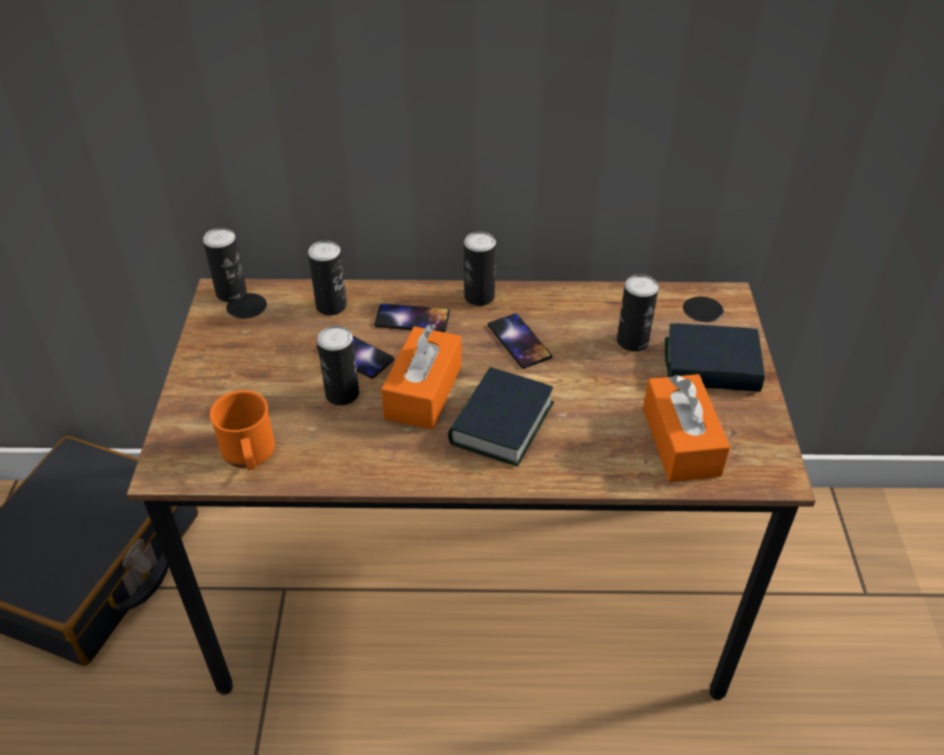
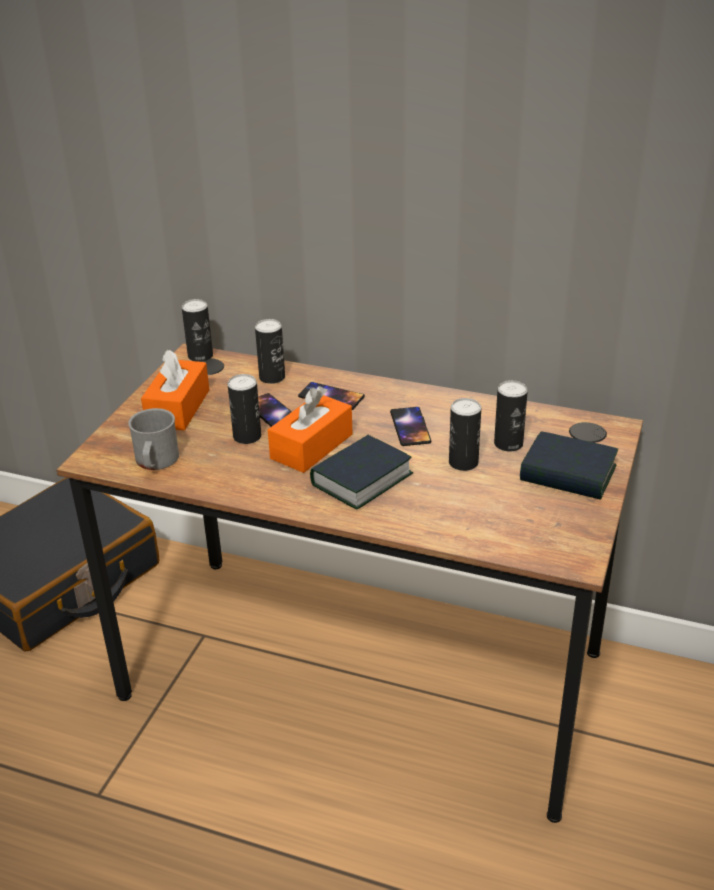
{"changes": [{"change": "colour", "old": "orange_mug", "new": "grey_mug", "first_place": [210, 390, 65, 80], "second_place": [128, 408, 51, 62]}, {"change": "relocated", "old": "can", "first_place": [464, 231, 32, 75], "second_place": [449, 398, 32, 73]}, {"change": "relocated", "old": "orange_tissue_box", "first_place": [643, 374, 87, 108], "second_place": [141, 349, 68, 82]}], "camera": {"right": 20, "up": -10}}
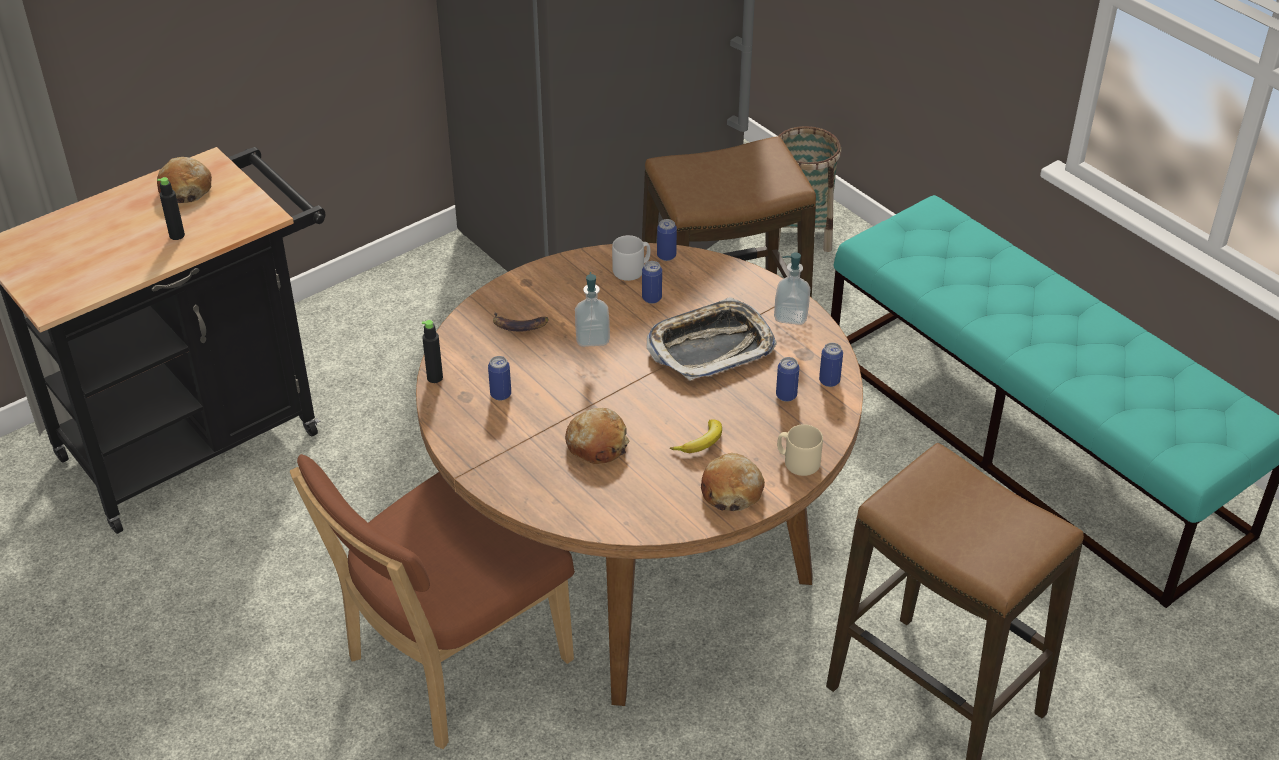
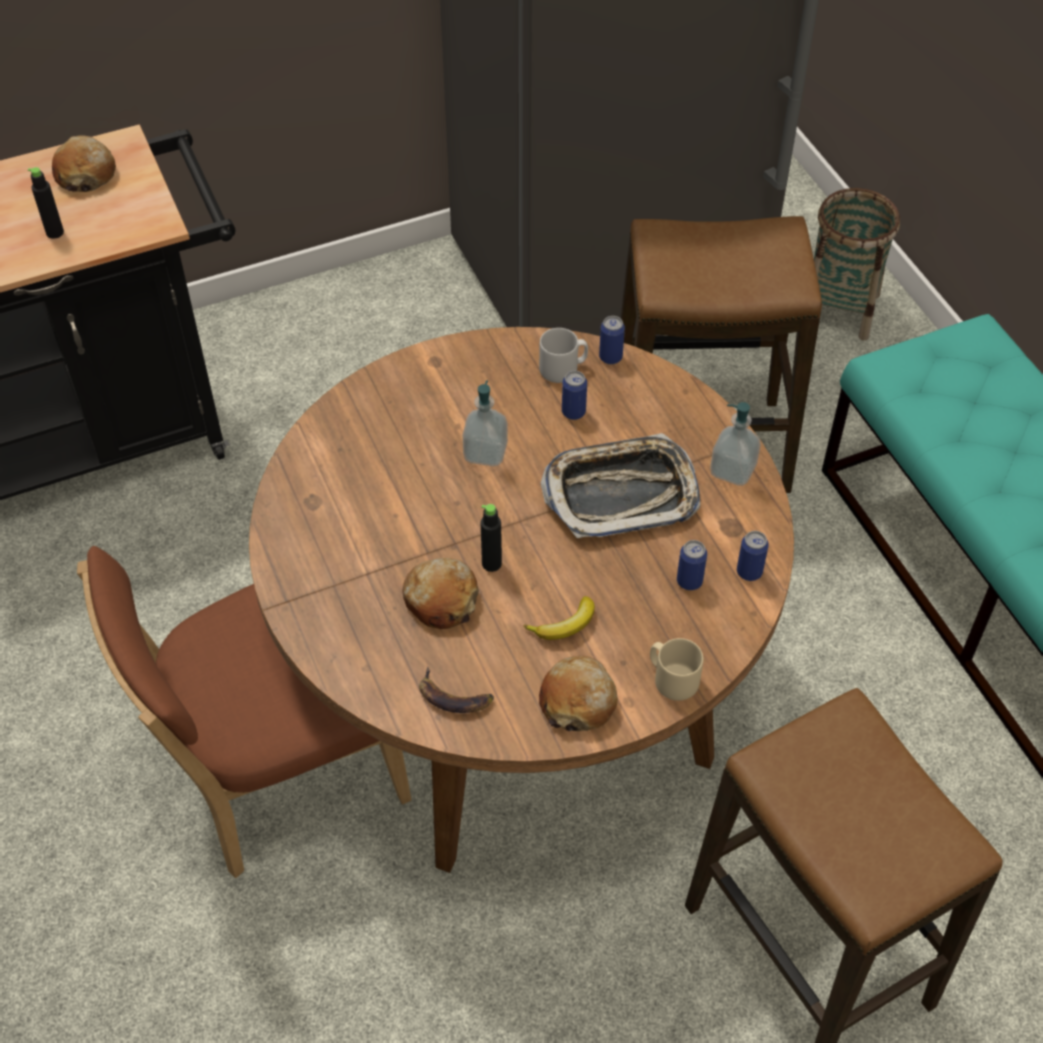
{"changes": [{"change": "relocated", "old": "black_bottle", "first_place": [422, 320, 21, 63], "second_place": [481, 504, 21, 68]}, {"change": "missing", "old": "can", "first_place": [488, 356, 23, 45]}, {"change": "relocated", "old": "banana", "first_place": [493, 312, 55, 20], "second_place": [419, 666, 75, 47]}], "camera": {"right": 15, "up": 10}}
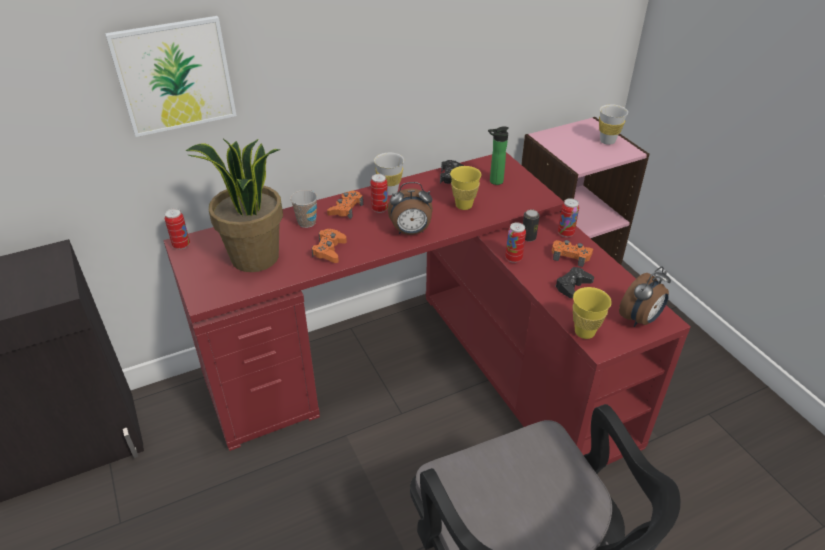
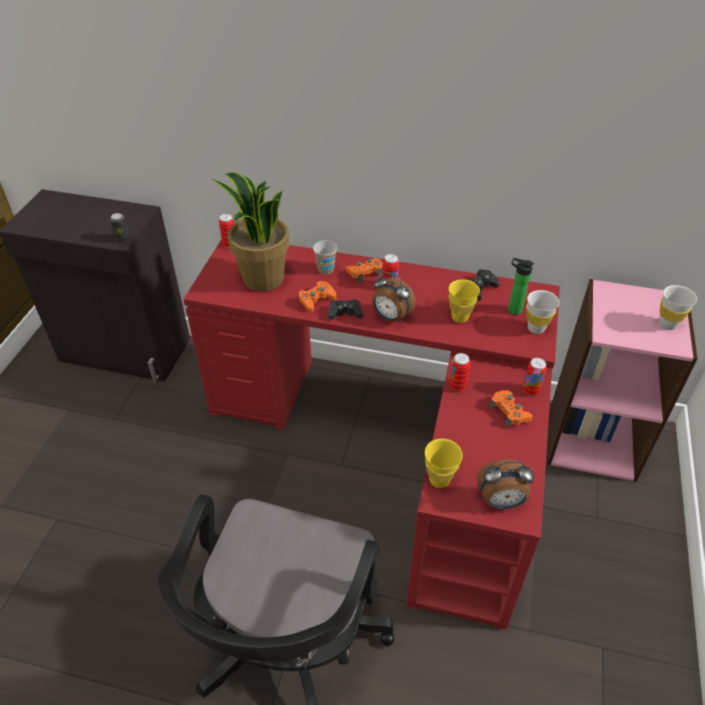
{"changes": [{"change": "missing", "old": "picture", "first_place": [105, 16, 132, 121]}, {"change": "relocated", "old": "white_cup", "first_place": [374, 153, 30, 43], "second_place": [527, 290, 33, 44]}, {"change": "relocated", "old": "can", "first_place": [523, 209, 17, 33], "second_place": [110, 213, 20, 30]}, {"change": "relocated", "old": "black_game_controller", "first_place": [555, 267, 39, 31], "second_place": [328, 299, 35, 21]}], "camera": {"right": 40, "up": 5}}
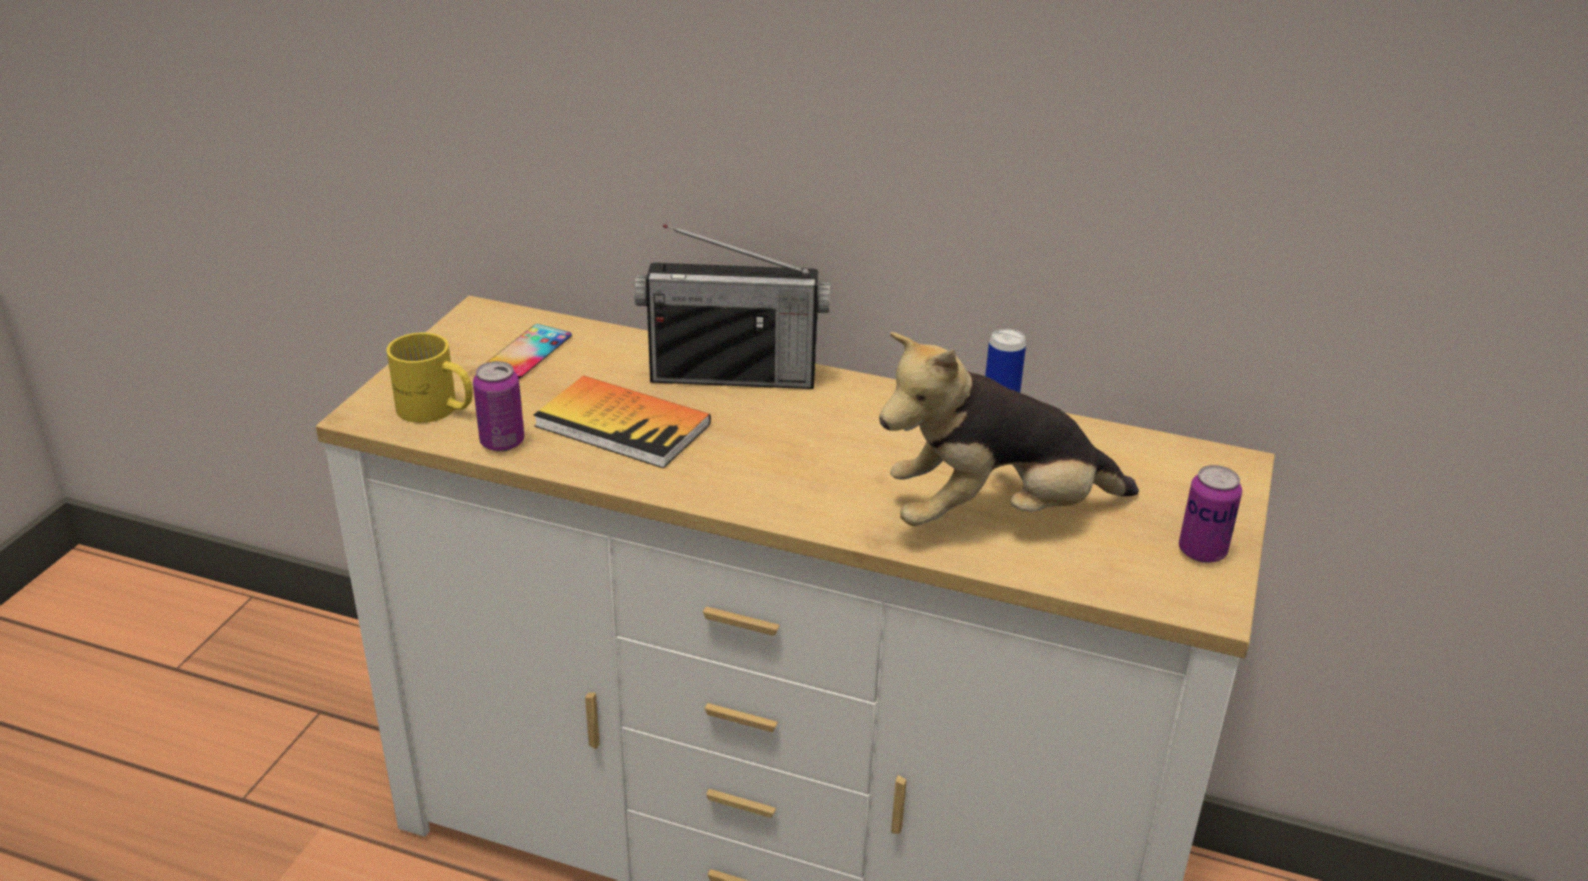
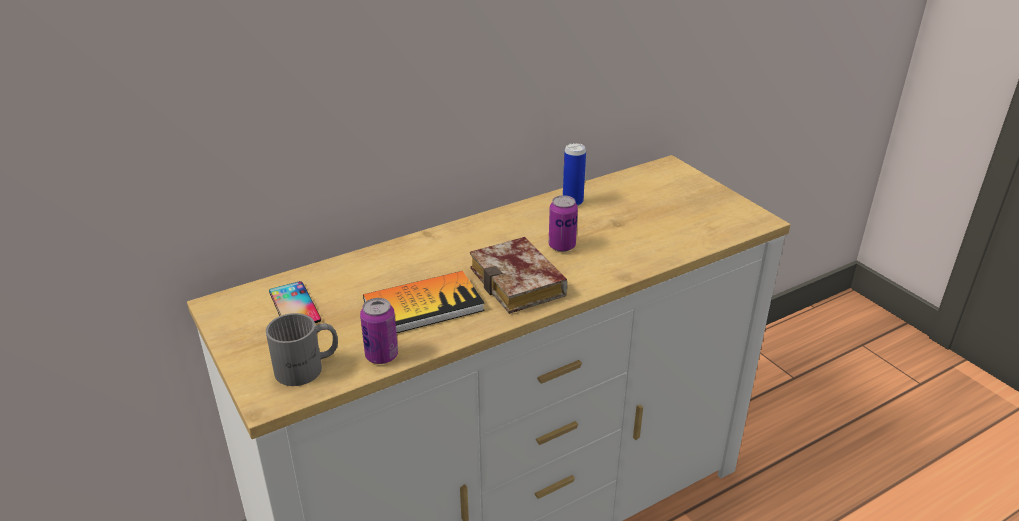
{"changes": [{"change": "colour", "old": "yellow_mug", "new": "grey_mug", "first_place": [387, 332, 86, 91], "second_place": [266, 313, 72, 73]}, {"change": "missing", "old": "radio", "first_place": [634, 224, 196, 165]}, {"change": "missing", "old": "plush_toy", "first_place": [879, 332, 260, 194]}, {"change": "relocated", "old": "can", "first_place": [1179, 465, 63, 98], "second_place": [549, 195, 29, 57]}, {"change": "appeared", "new": "book", "second_place": [470, 237, 97, 77]}], "camera": {"right": -50, "up": 0}}
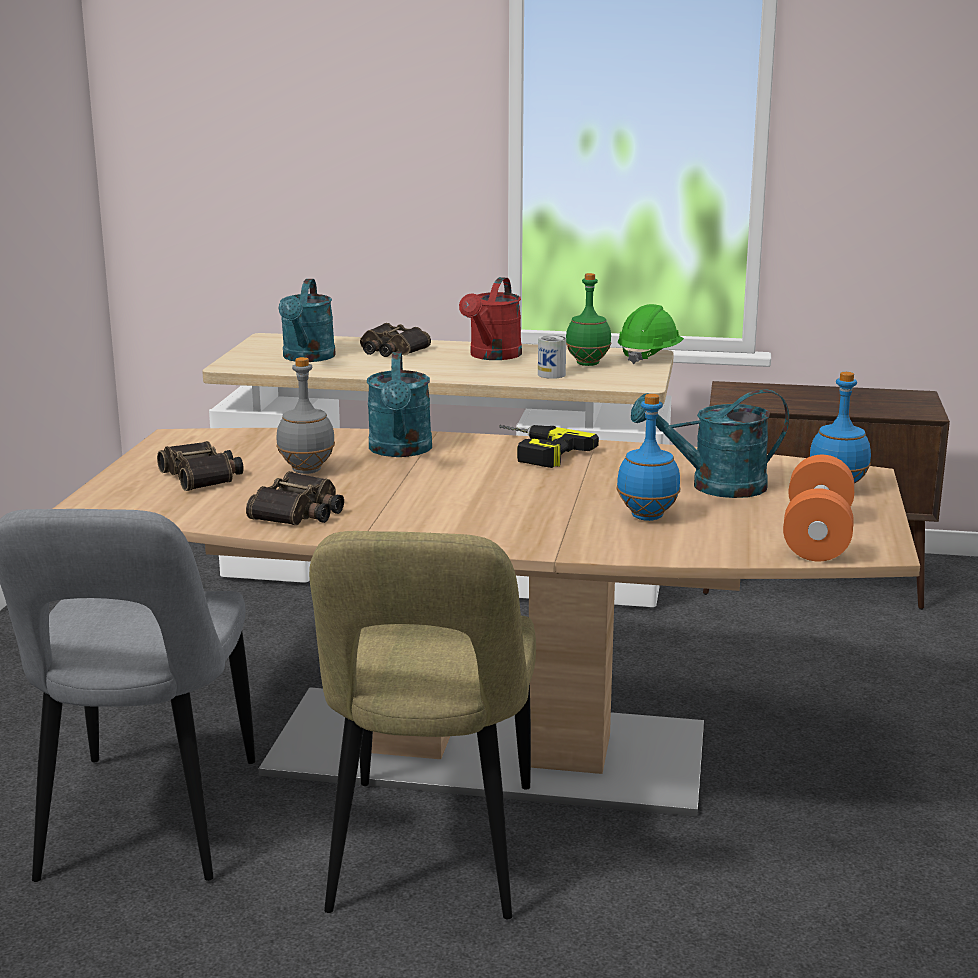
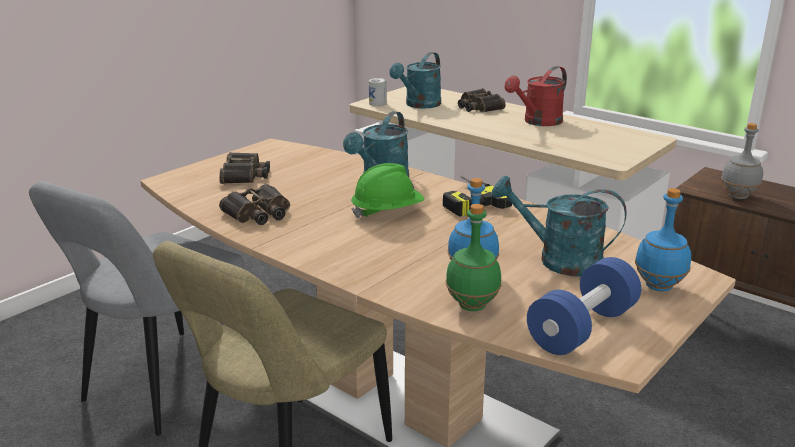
{"changes": [{"change": "relocated", "old": "grey_bottle", "first_place": [276, 357, 59, 117], "second_place": [721, 123, 42, 76]}, {"change": "relocated", "old": "can", "first_place": [538, 335, 28, 44], "second_place": [369, 78, 18, 28]}, {"change": "relocated", "old": "green_bottle", "first_place": [566, 273, 45, 93], "second_place": [446, 204, 55, 107]}, {"change": "relocated", "old": "green_hard_hat", "first_place": [618, 304, 66, 60], "second_place": [351, 163, 73, 56]}, {"change": "colour", "old": "orange_dumbbell", "new": "blue_dumbbell", "first_place": [783, 455, 71, 107], "second_place": [527, 257, 114, 98]}], "camera": {"right": 30, "up": 5}}
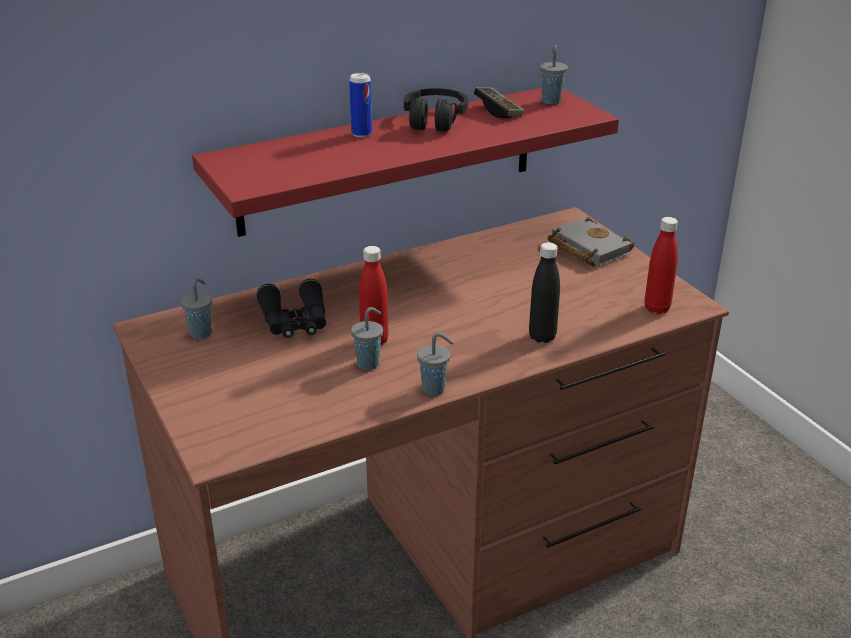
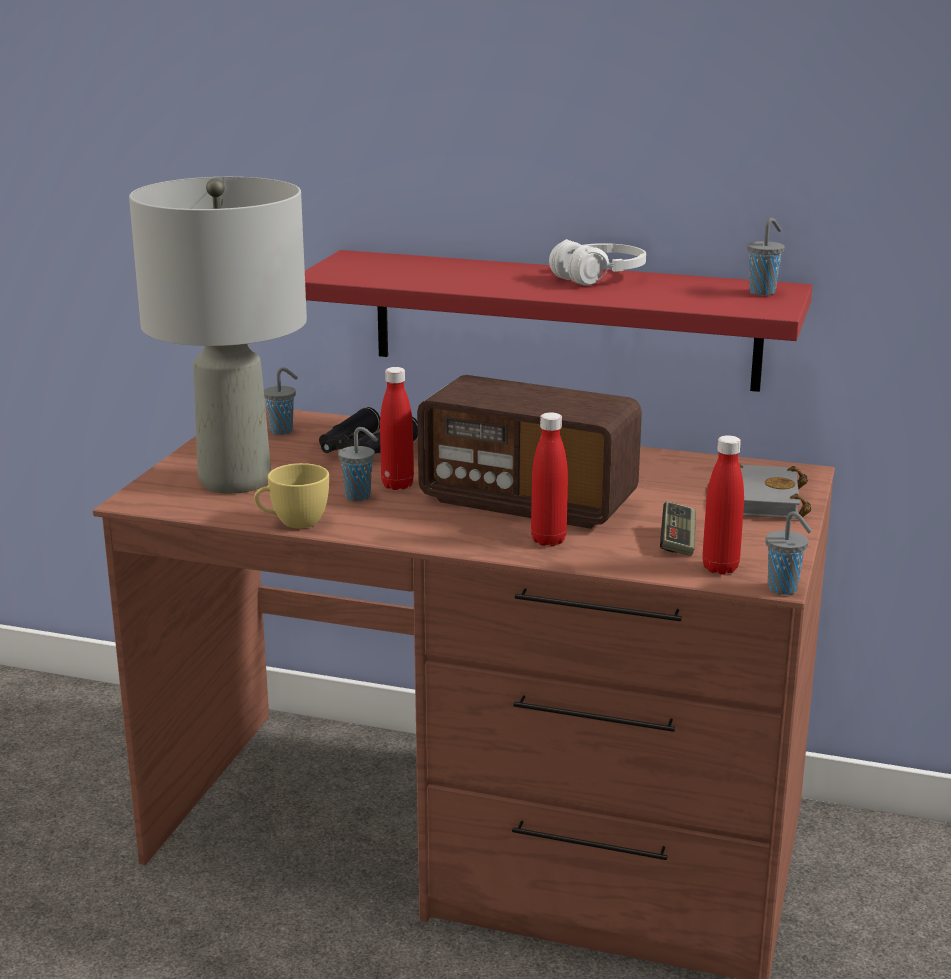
{"changes": [{"change": "missing", "old": "can", "first_place": [349, 73, 23, 65]}, {"change": "colour", "old": "black_headphones", "new": "white_headphones", "first_place": [404, 88, 64, 43], "second_place": [549, 239, 97, 47]}, {"change": "relocated", "old": "grey_cup", "first_place": [417, 333, 37, 63], "second_place": [766, 511, 46, 84]}, {"change": "relocated", "old": "game_controller", "first_place": [474, 87, 50, 31], "second_place": [660, 501, 36, 55]}, {"change": "colour", "old": "black_bottle", "new": "red_bottle", "first_place": [529, 242, 31, 101], "second_place": [531, 412, 37, 134]}, {"change": "appeared", "new": "grey_table_lamp", "second_place": [129, 177, 178, 317]}, {"change": "appeared", "new": "yellow_cup", "second_place": [254, 463, 75, 65]}, {"change": "appeared", "new": "radio", "second_place": [417, 375, 225, 154]}], "camera": {"right": 45, "up": -10}}
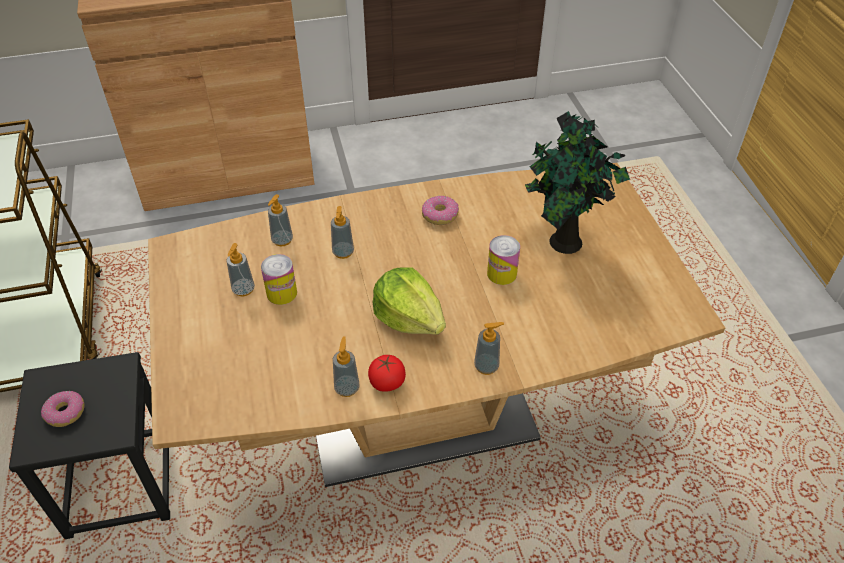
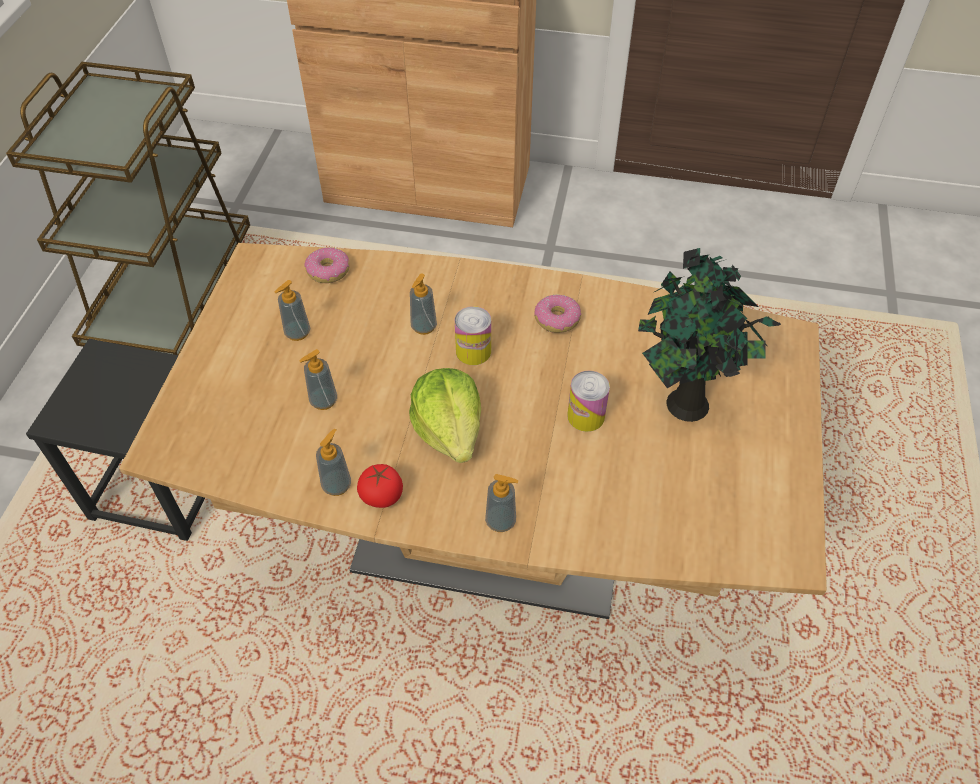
{"changes": [{"change": "relocated", "old": "donut", "first_place": [41, 391, 43, 36], "second_place": [304, 248, 46, 35]}, {"change": "relocated", "old": "can", "first_place": [261, 254, 36, 51], "second_place": [455, 306, 36, 59]}, {"change": "relocated", "old": "soap_dispenser", "first_place": [268, 194, 25, 53], "second_place": [299, 349, 38, 61]}], "camera": {"right": 25, "up": 5}}
